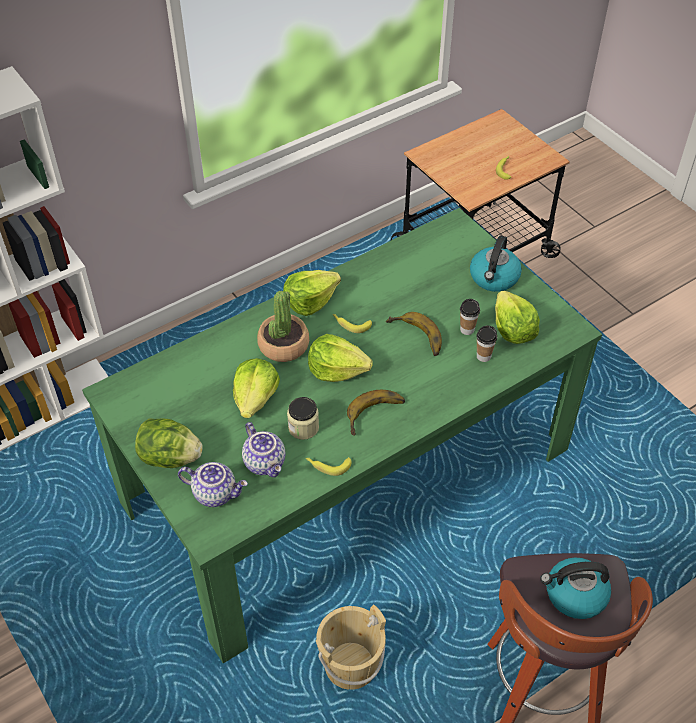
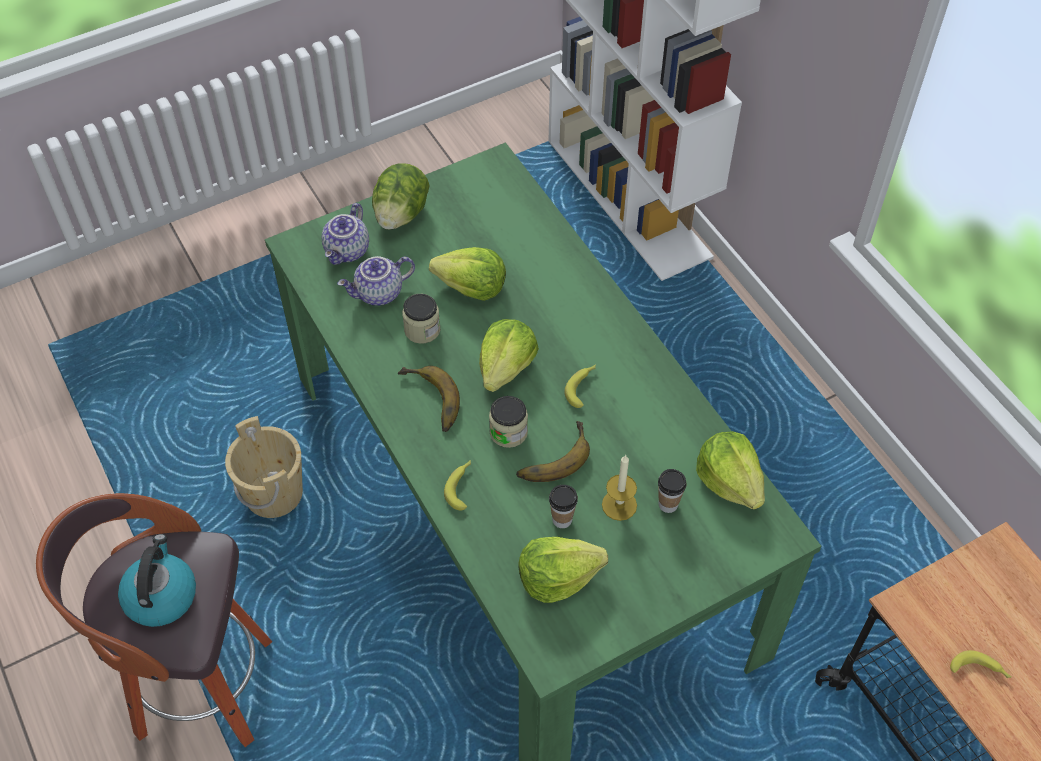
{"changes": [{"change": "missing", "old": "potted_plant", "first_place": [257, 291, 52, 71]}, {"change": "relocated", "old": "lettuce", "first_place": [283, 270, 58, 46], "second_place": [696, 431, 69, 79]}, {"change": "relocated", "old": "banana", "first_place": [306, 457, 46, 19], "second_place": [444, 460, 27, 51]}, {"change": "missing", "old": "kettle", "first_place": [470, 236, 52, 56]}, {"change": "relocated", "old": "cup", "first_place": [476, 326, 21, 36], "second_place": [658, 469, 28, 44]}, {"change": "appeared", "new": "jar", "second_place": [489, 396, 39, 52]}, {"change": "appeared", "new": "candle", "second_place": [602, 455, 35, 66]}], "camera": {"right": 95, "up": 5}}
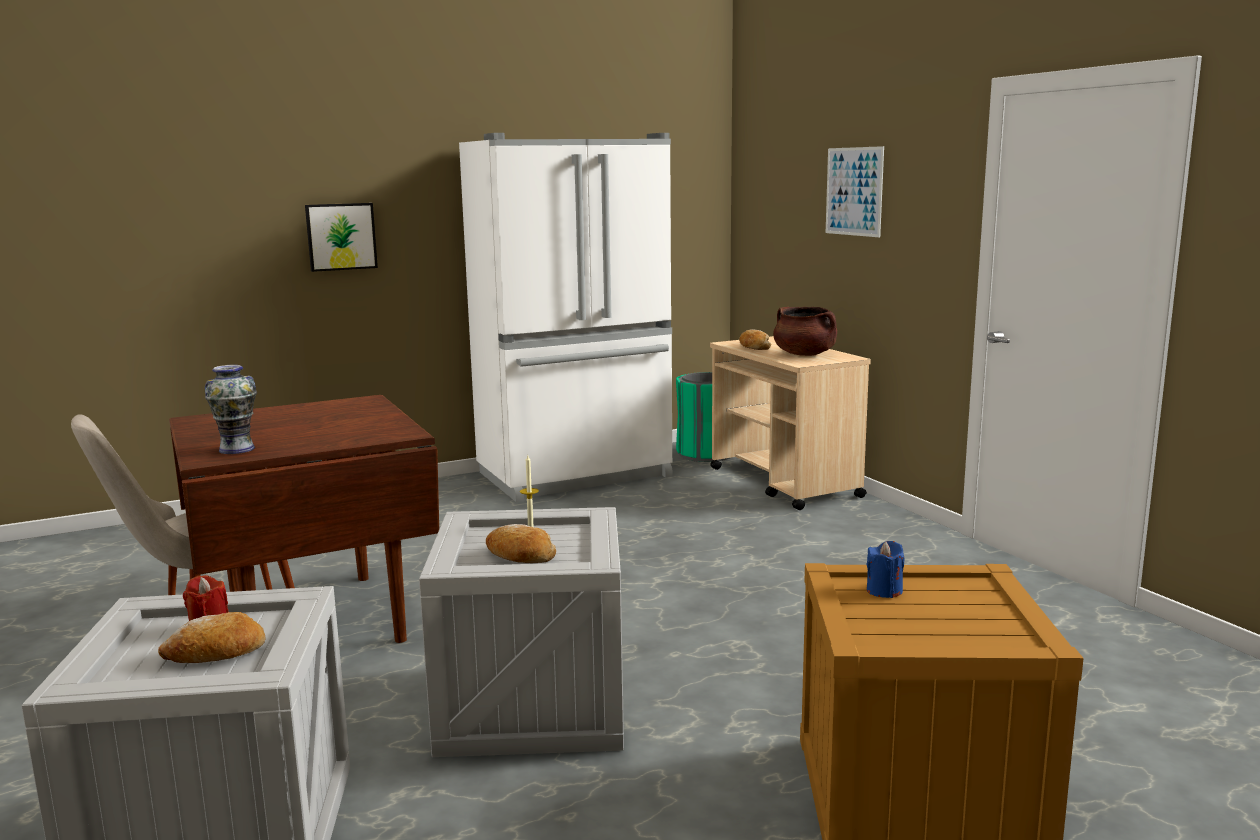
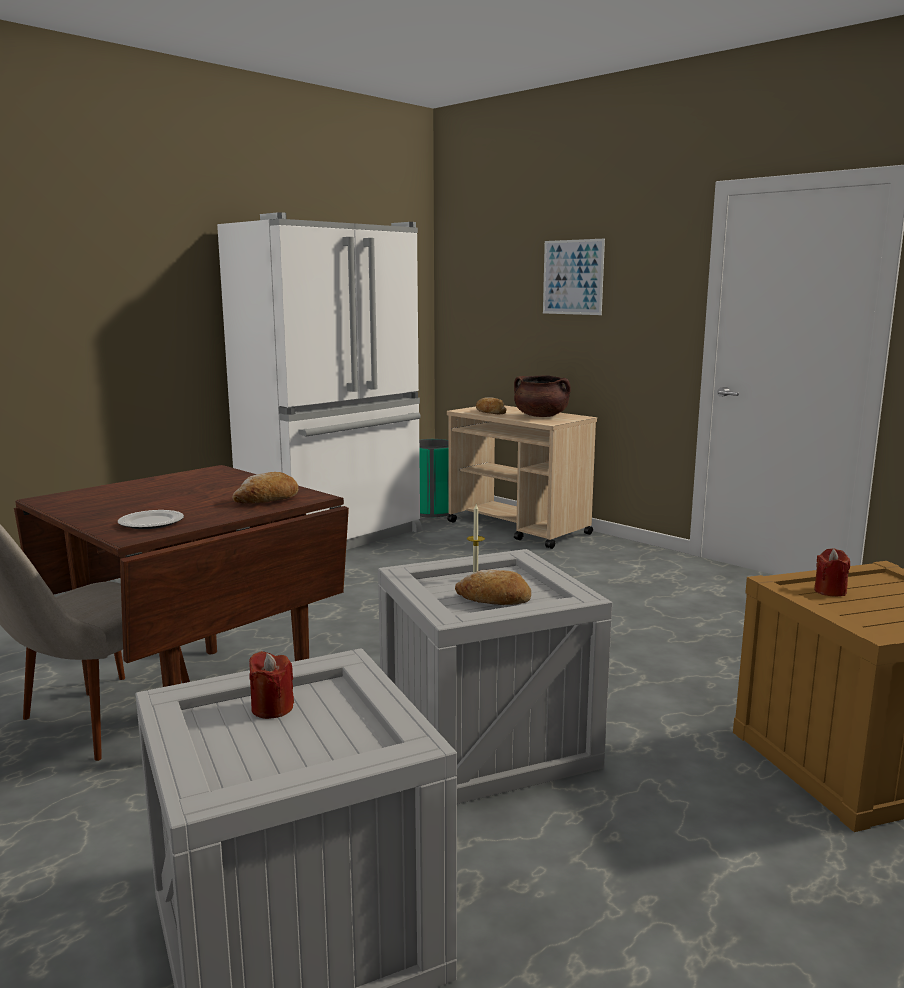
{"changes": [{"change": "relocated", "old": "bread", "first_place": [158, 612, 108, 51], "second_place": [233, 472, 65, 31]}, {"change": "exchanged", "old": "vase", "new": "plate", "first_place": [205, 365, 52, 89], "second_place": [118, 510, 66, 19]}, {"change": "missing", "old": "picture", "first_place": [305, 203, 73, 69]}, {"change": "colour", "old": "blue_candle", "new": "red_candle", "first_place": [867, 541, 38, 57], "second_place": [814, 548, 36, 48]}], "camera": {"right": -20, "up": 0}}
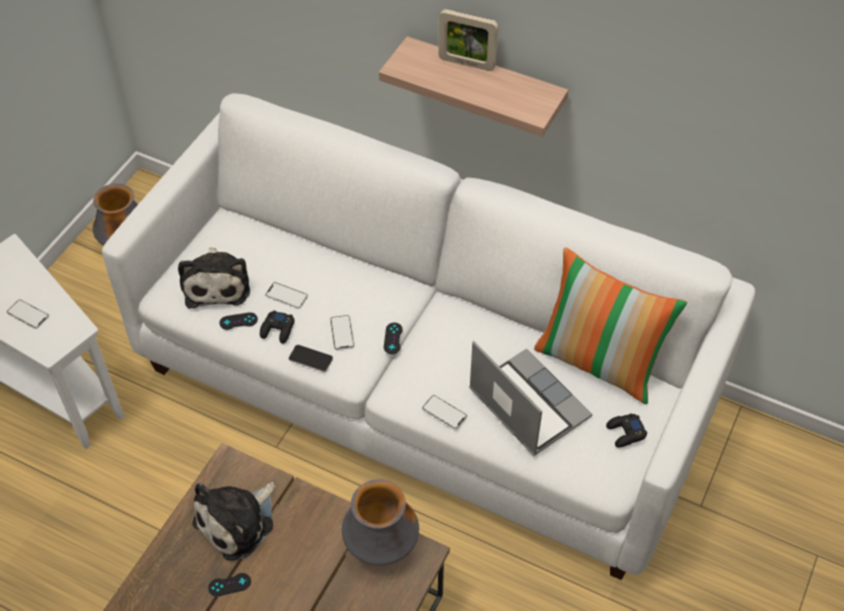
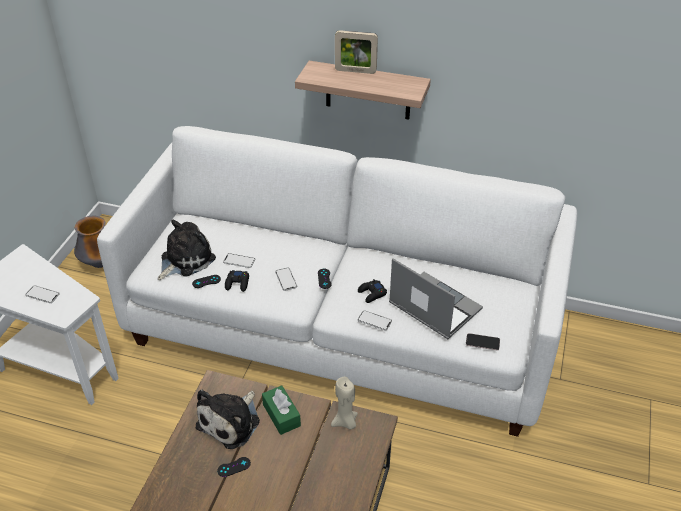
{"changes": [{"change": "spun", "old": "plush_toy", "first_place": [178, 247, 72, 62], "second_place": [158, 219, 58, 61], "degrees": -120}, {"change": "relocated", "old": "phone", "first_place": [289, 345, 44, 27], "second_place": [466, 333, 34, 17]}, {"change": "exchanged", "old": "vase", "new": "beige_candle", "first_place": [342, 479, 77, 87], "second_place": [331, 376, 27, 54]}, {"change": "missing", "old": "pillow", "first_place": [534, 247, 153, 157]}, {"change": "relocated", "old": "black_game_controller", "first_place": [606, 413, 41, 35], "second_place": [358, 279, 29, 24]}, {"change": "appeared", "new": "green_tissue_box", "second_place": [262, 385, 39, 50]}], "camera": {"right": -10, "up": -10}}
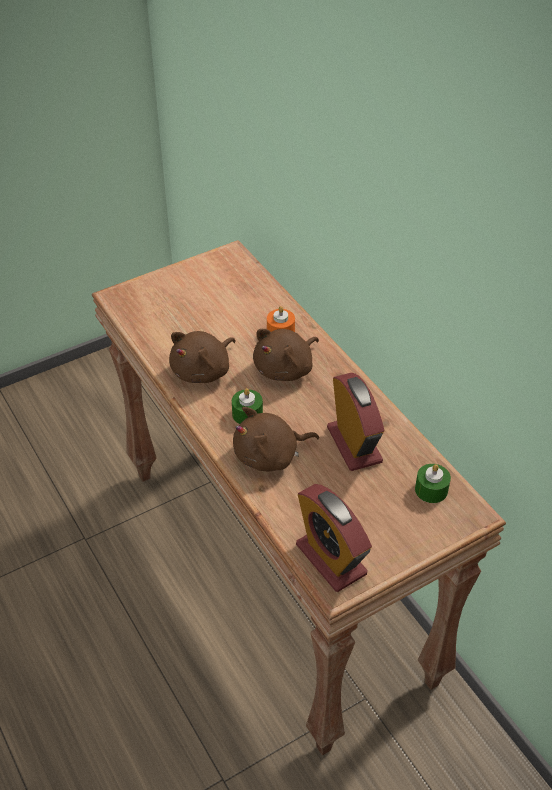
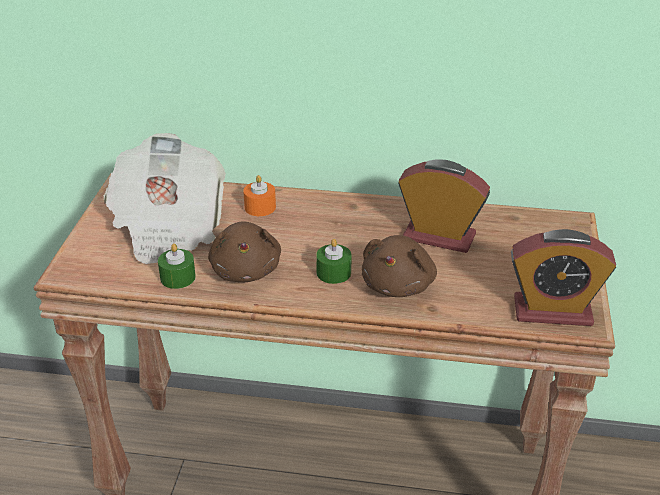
{"changes": [{"change": "missing", "old": "brown_plush_toy", "first_place": [253, 329, 66, 52]}, {"change": "relocated", "old": "green_candle", "first_place": [415, 464, 36, 39], "second_place": [158, 243, 38, 46]}, {"change": "appeared", "new": "newspaper", "second_place": [104, 133, 122, 131]}], "camera": {"right": -50, "up": -10}}
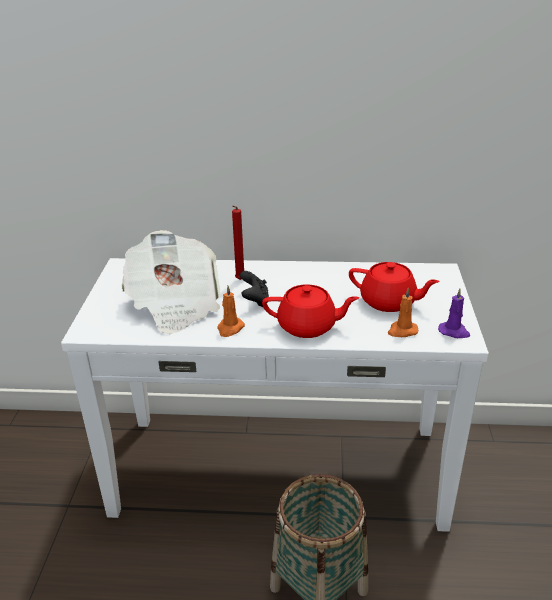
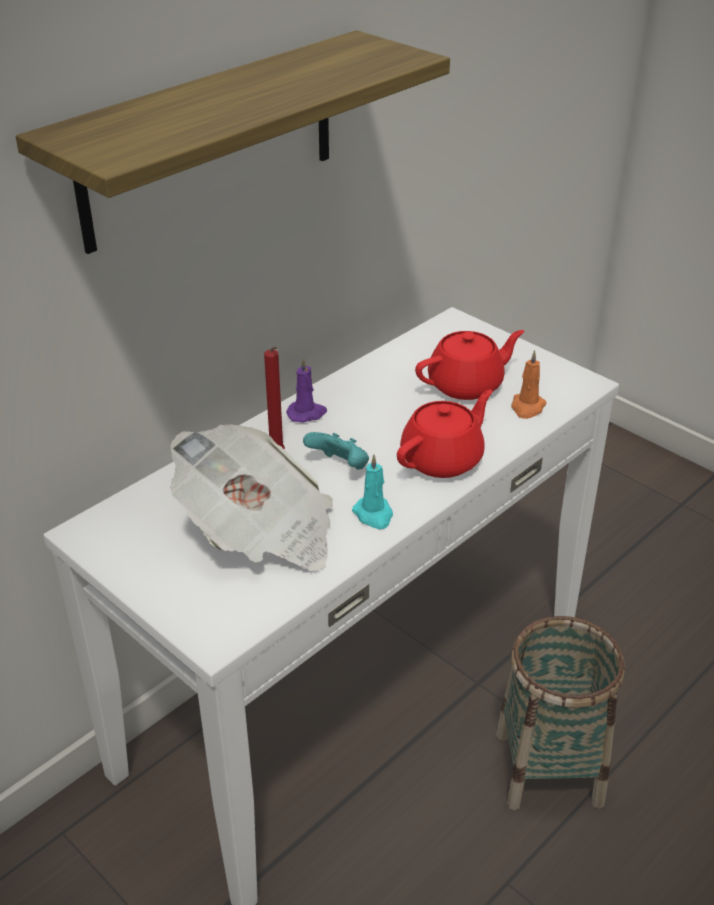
{"changes": [{"change": "colour", "old": "orange_candle", "new": "turquoise_candle", "first_place": [217, 286, 28, 51], "second_place": [352, 454, 41, 75]}, {"change": "colour", "old": "black_game_controller", "new": "turquoise_game_controller", "first_place": [240, 271, 29, 36], "second_place": [303, 432, 66, 38]}, {"change": "relocated", "old": "purple_candle", "first_place": [438, 289, 32, 49], "second_place": [286, 357, 41, 66]}, {"change": "appeared", "new": "shelf", "second_place": [16, 30, 434, 224]}], "camera": {"right": -50, "up": 5}}
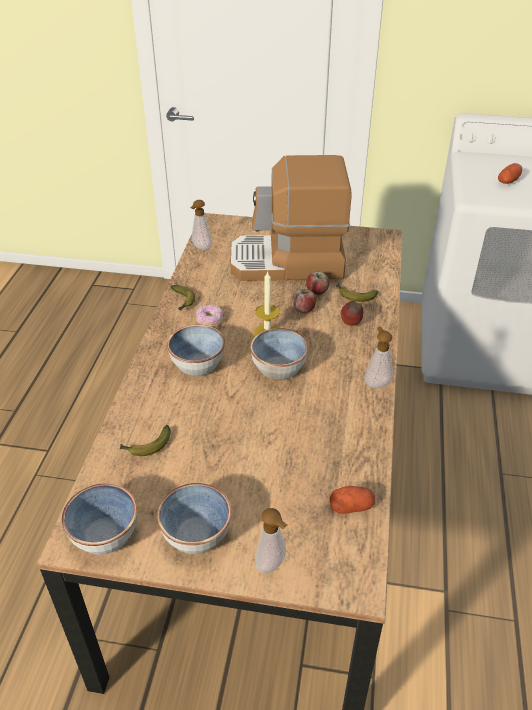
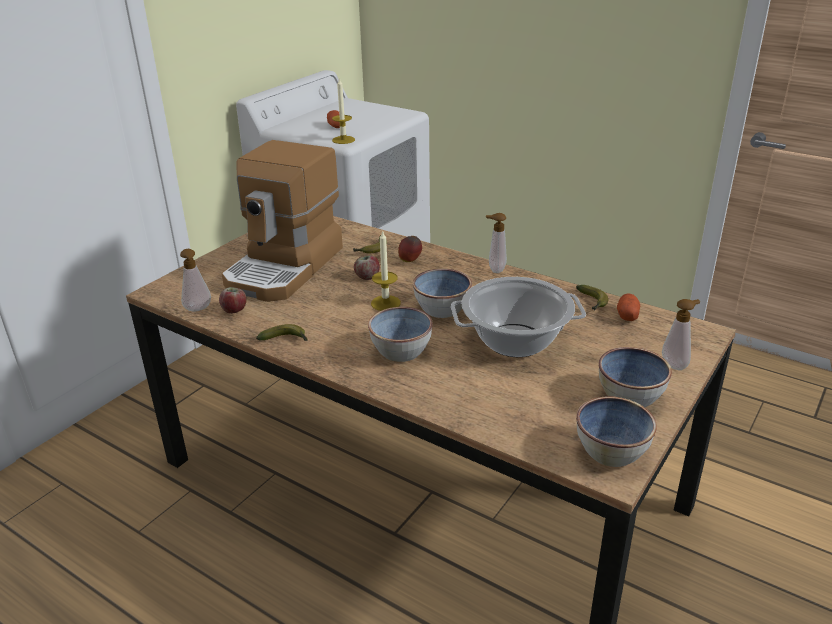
{"changes": [{"change": "relocated", "old": "banana", "first_place": [120, 425, 51, 31], "second_place": [576, 285, 32, 26]}, {"change": "missing", "old": "donut", "first_place": [196, 304, 27, 23]}, {"change": "relocated", "old": "apple", "first_place": [306, 272, 23, 23], "second_place": [219, 287, 28, 27]}, {"change": "appeared", "new": "candle", "second_place": [332, 77, 23, 67]}, {"change": "appeared", "new": "cooking_pot", "second_place": [451, 277, 135, 80]}], "camera": {"right": -65, "up": -10}}
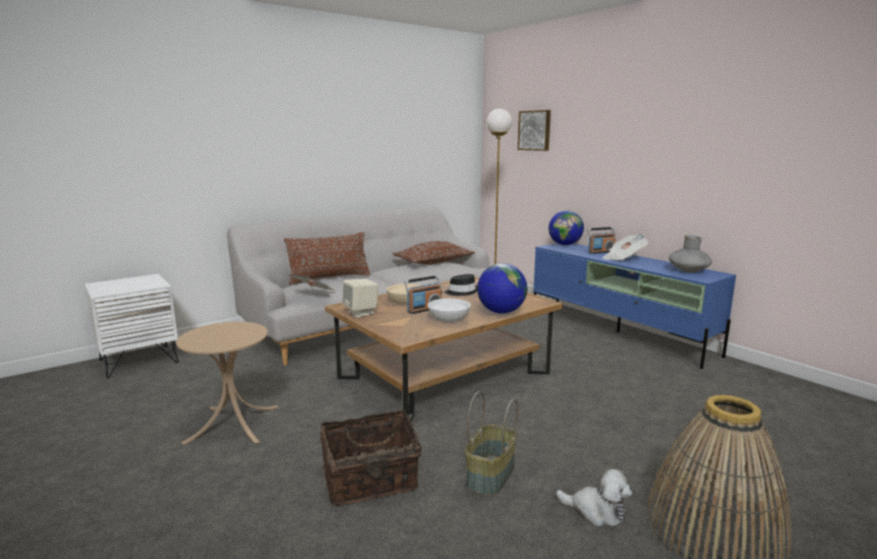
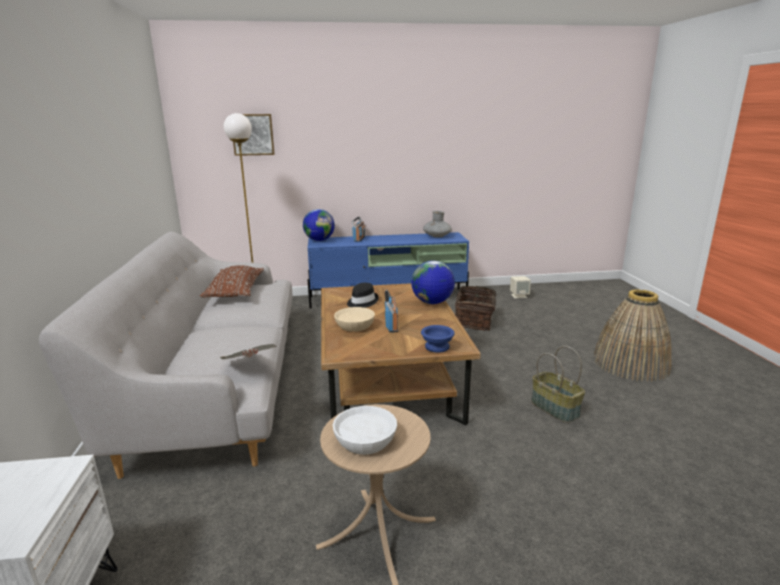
{"changes": [{"change": "missing", "old": "brown_pillow", "first_place": [284, 232, 87, 53]}, {"change": "relocated", "old": "basket", "first_place": [320, 410, 102, 96], "second_place": [455, 286, 42, 45]}, {"change": "relocated", "old": "beige_speaker", "first_place": [343, 279, 35, 38], "second_place": [510, 276, 21, 23]}, {"change": "relocated", "old": "white_bowl", "first_place": [428, 298, 43, 24], "second_place": [333, 406, 64, 49]}, {"change": "missing", "old": "plush_toy", "first_place": [556, 469, 76, 57]}, {"change": "missing", "old": "newspaper", "first_place": [603, 234, 46, 26]}, {"change": "appeared", "new": "blue_bowl", "second_place": [421, 325, 34, 28]}], "camera": {"right": -60, "up": 5}}
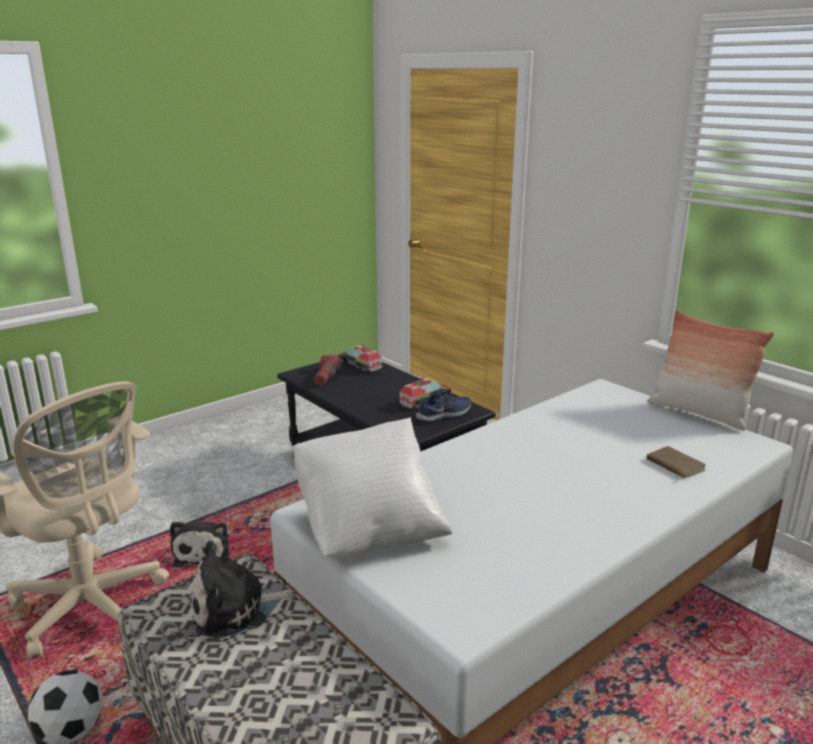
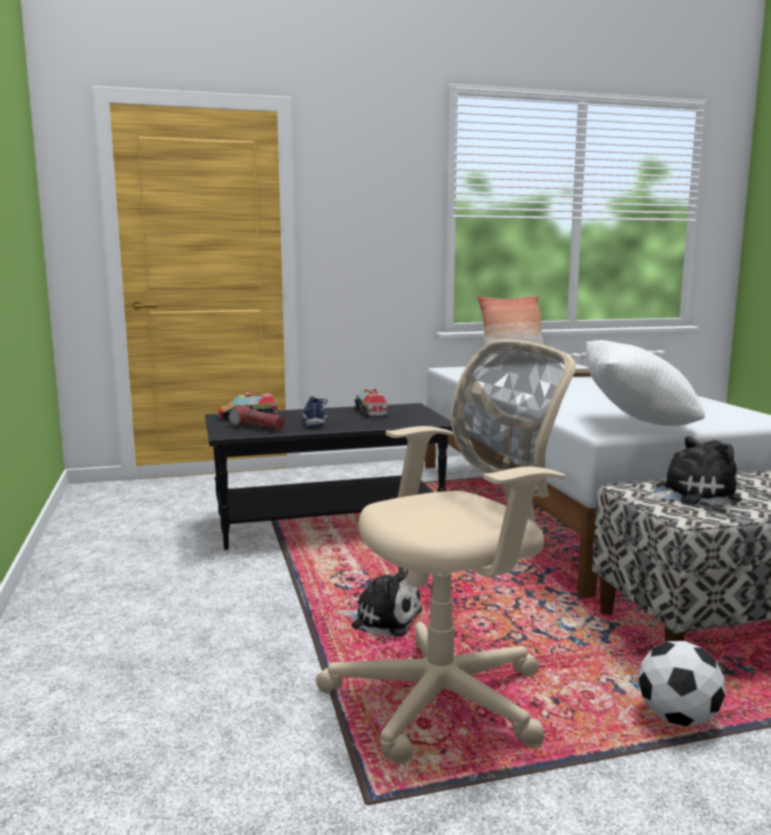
{"changes": [{"change": "spun", "old": "plush_toy", "first_place": [192, 540, 100, 99], "second_place": [644, 436, 98, 70], "degrees": -105}, {"change": "relocated", "old": "blue_shoe", "first_place": [416, 391, 55, 31], "second_place": [303, 396, 25, 31]}], "camera": {"right": -65, "up": -10}}
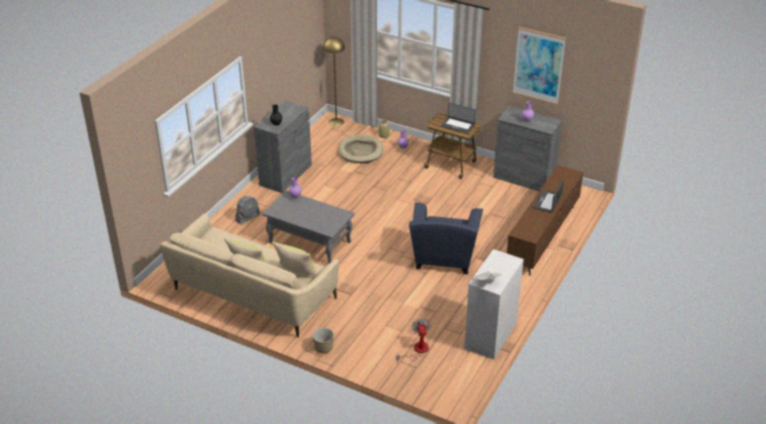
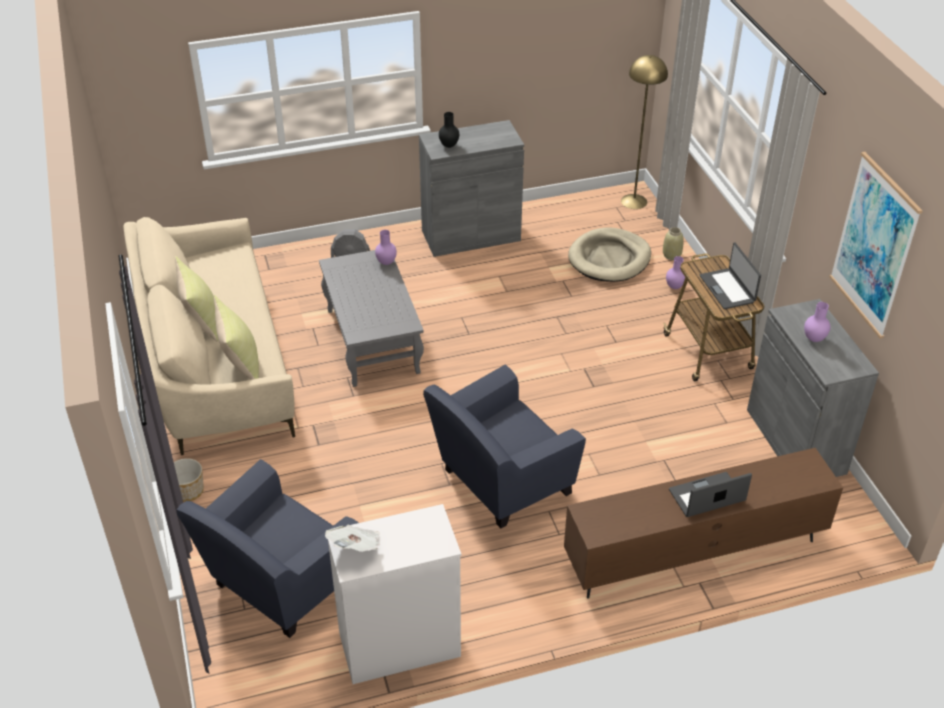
{"changes": [{"change": "exchanged", "old": "fan", "new": "blue_armchair", "first_place": [396, 319, 34, 44], "second_place": [177, 459, 182, 179]}], "camera": {"right": 45, "up": 5}}
